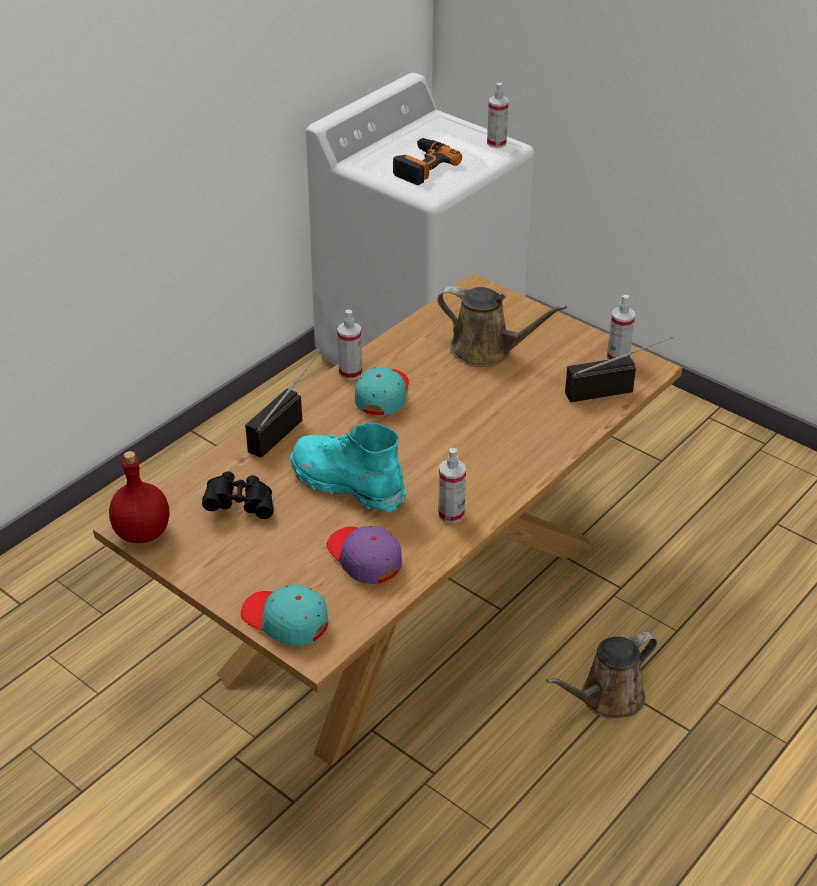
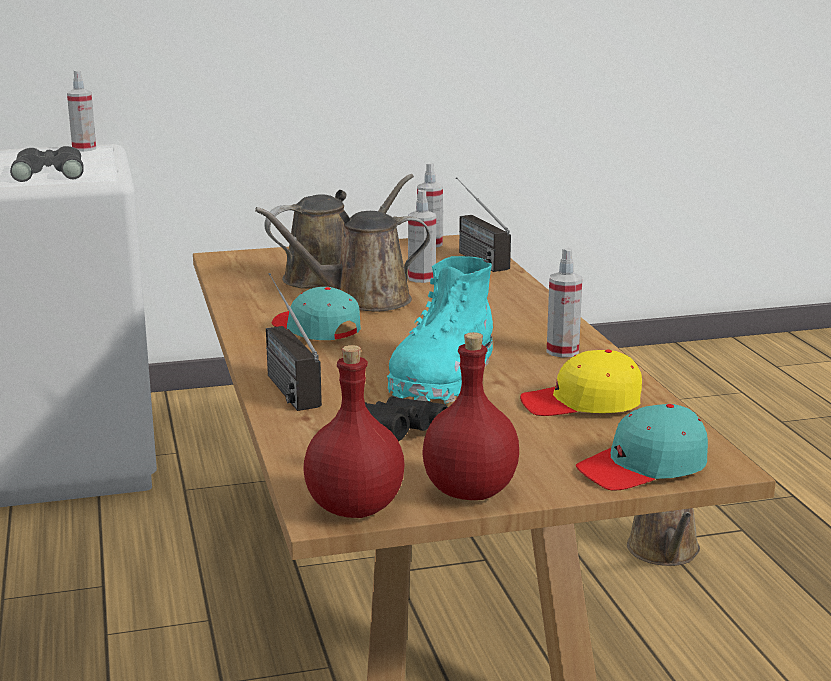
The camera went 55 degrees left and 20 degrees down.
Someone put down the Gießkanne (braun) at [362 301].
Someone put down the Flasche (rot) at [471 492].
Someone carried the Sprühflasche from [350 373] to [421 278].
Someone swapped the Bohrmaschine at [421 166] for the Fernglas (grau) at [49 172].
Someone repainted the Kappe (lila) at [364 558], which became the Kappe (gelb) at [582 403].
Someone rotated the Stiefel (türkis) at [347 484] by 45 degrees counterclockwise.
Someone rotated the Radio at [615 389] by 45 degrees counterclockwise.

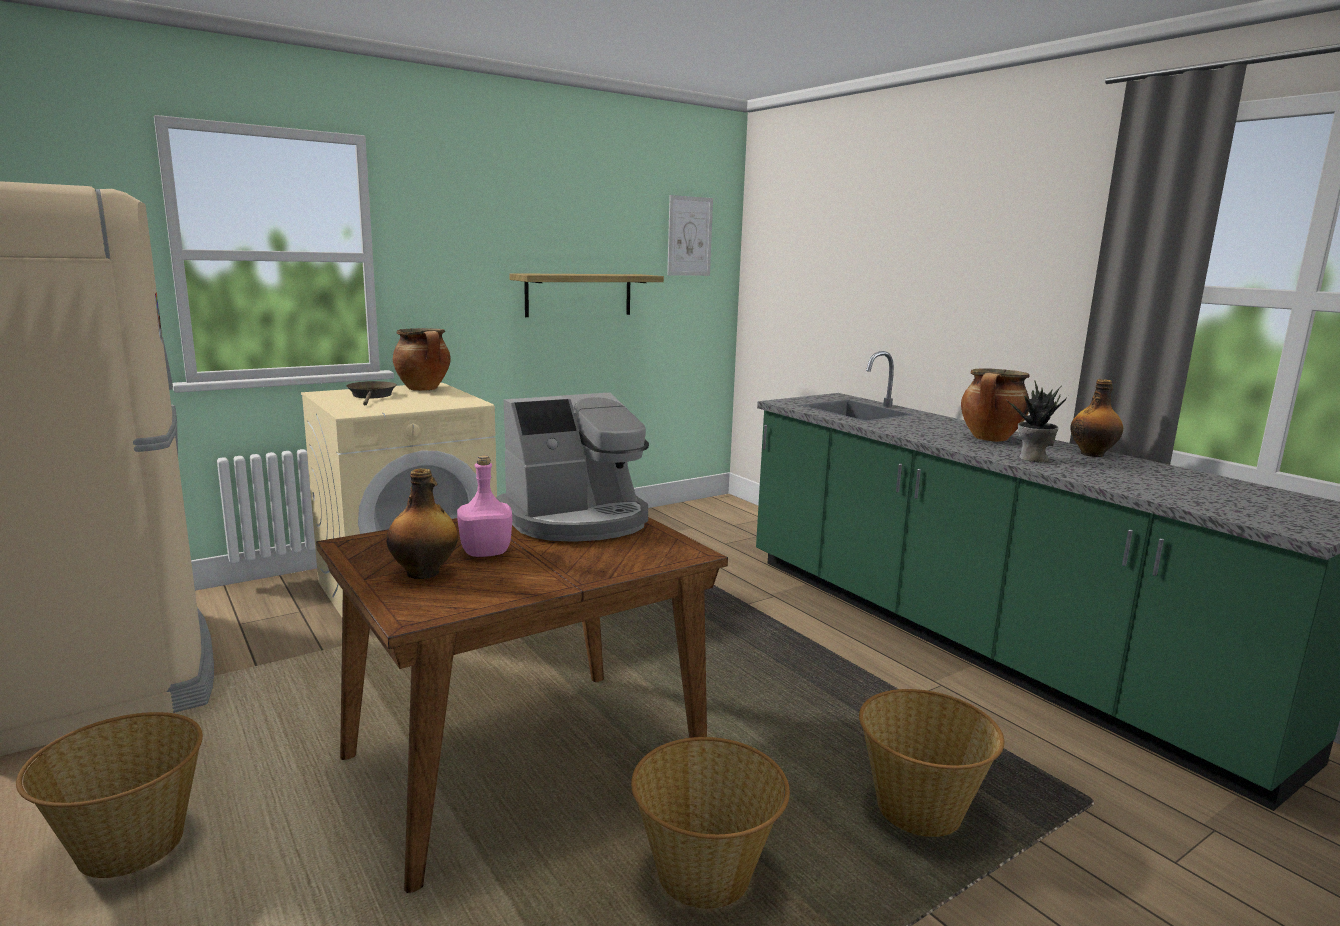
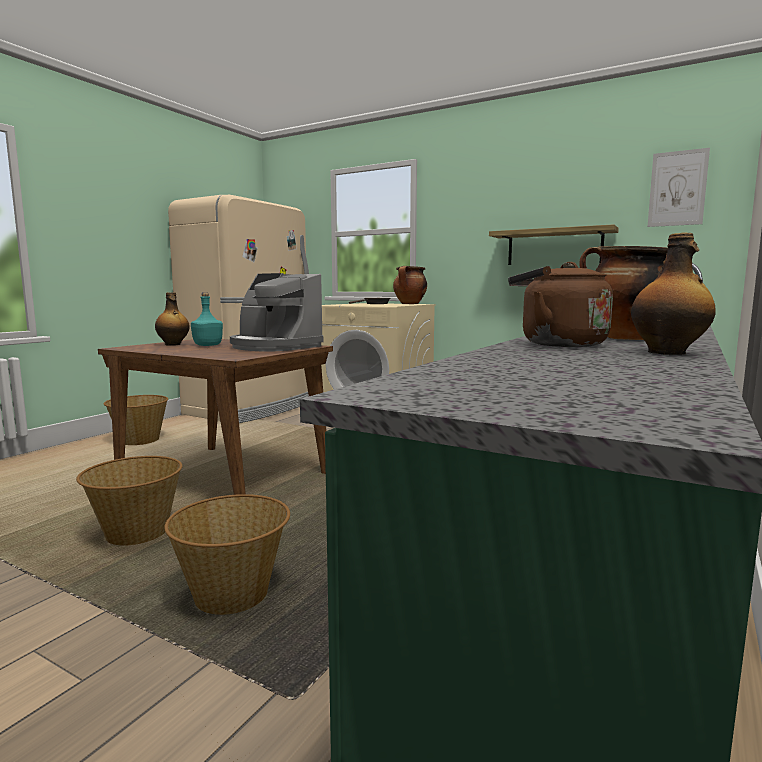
The camera went 65 degrees right and 5 degrees down.
Someone swapped the Topfpflanze at [1032 459] for the Wasserkessel (braun) at [557 344].
Someone repainted the Flasche (rosa) at [486 552], which became the Flasche (türkis) at [207 345].

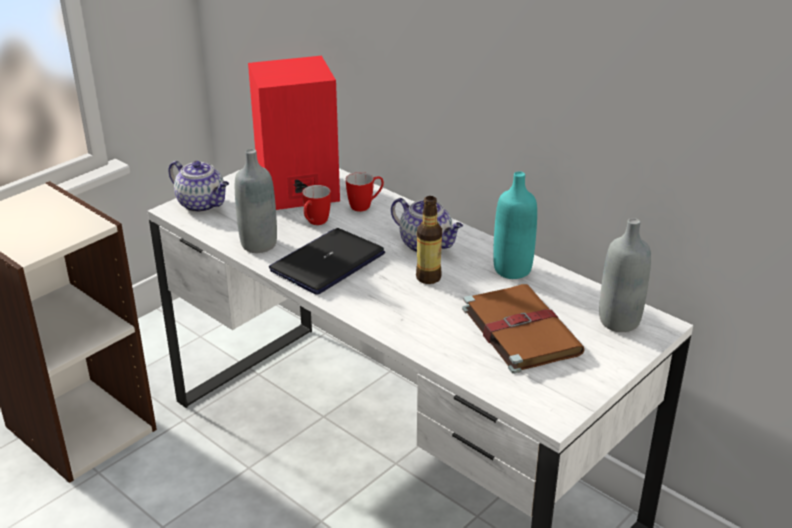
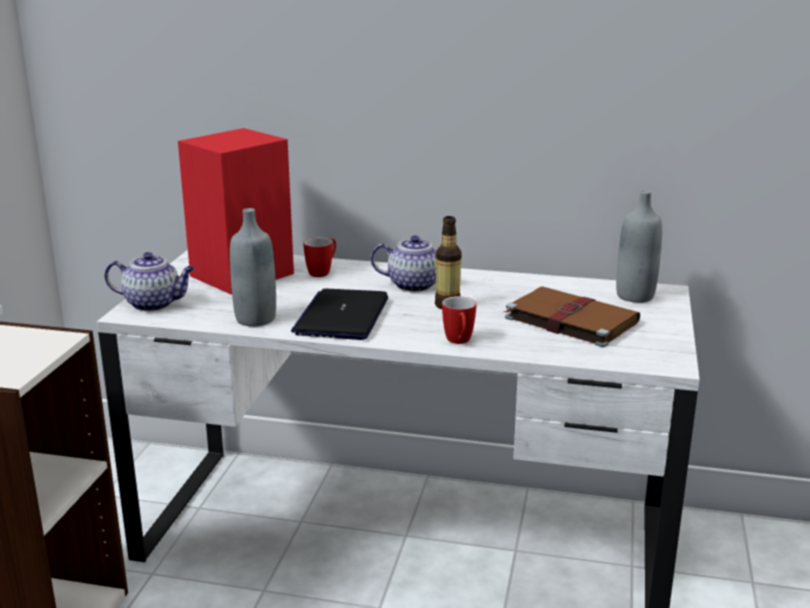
The camera went 30 degrees left and 10 degrees down.
Someone took away the Flasche (türkis) at [512 269].
Someone carried the Henkelbecher from [315 223] to [459 342].

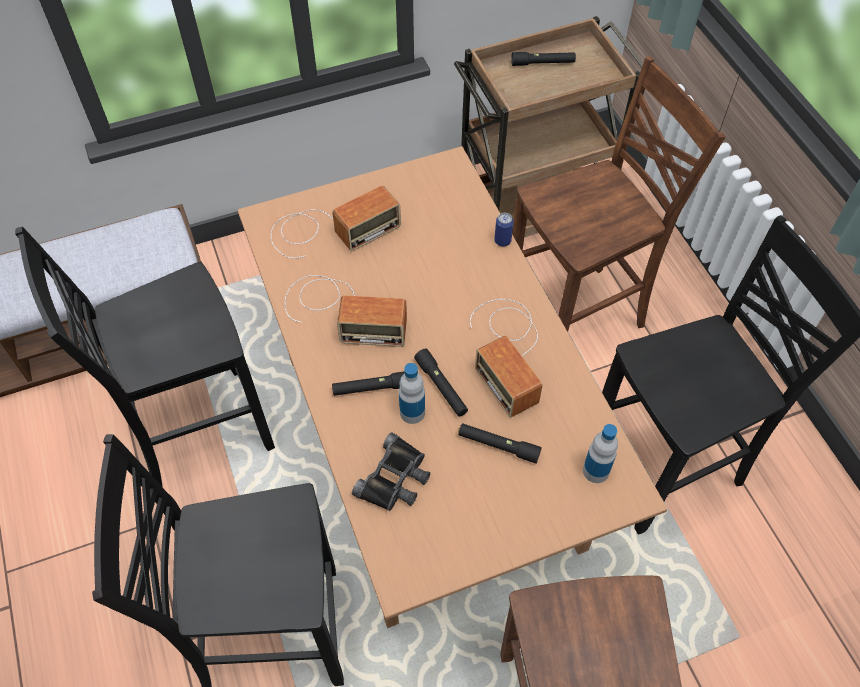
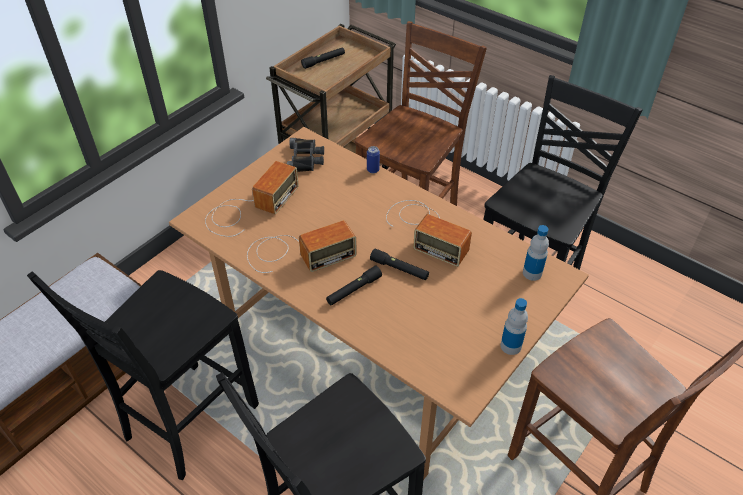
The camera went 30 degrees left and 10 degrees down.
Someone took away the Taschenlampe (schwarz) at [498 446].
Someone carried the Fernglas (schwarz) from [395 479] to [305 159].
Someone carried the Flasche from [412 412] to [510 346].

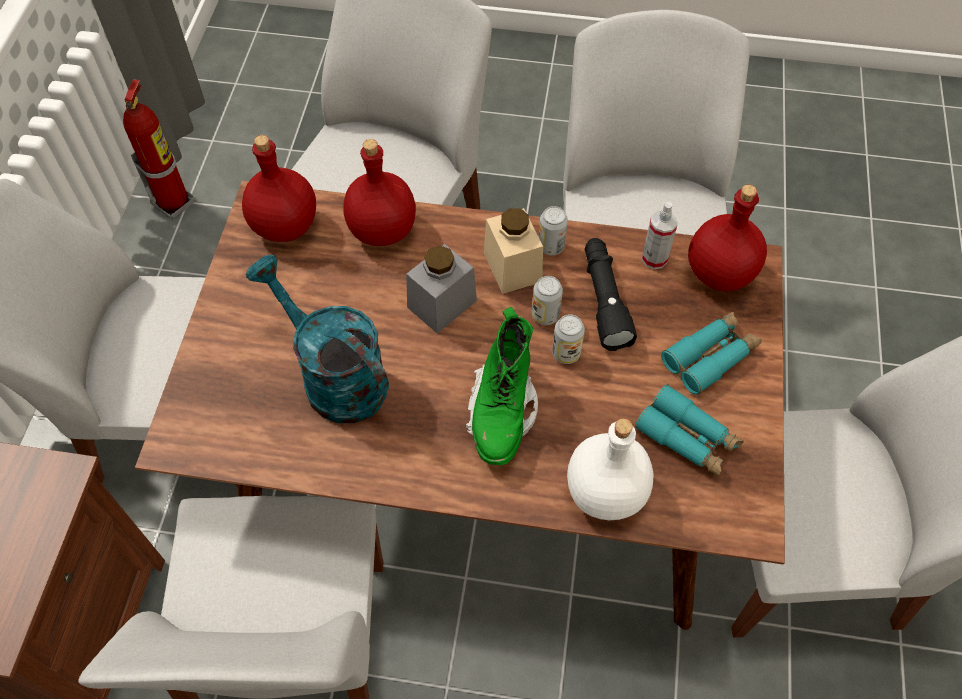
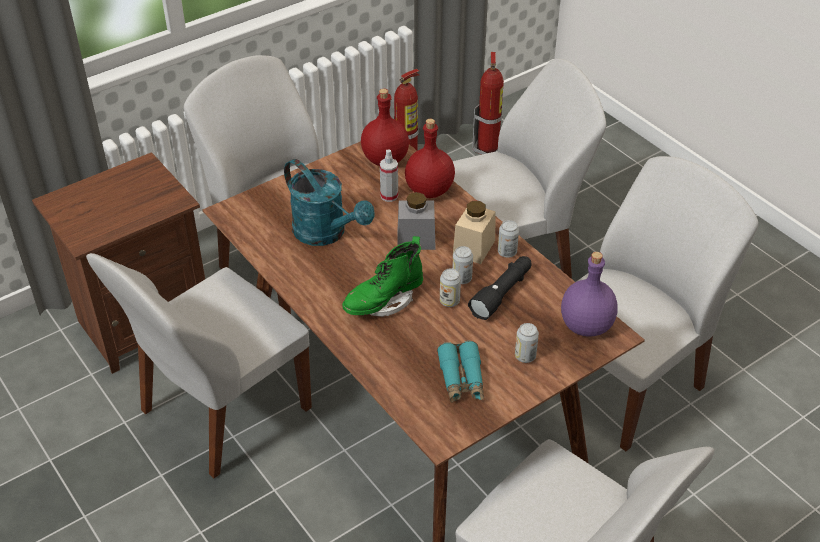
The camera went 45 degrees right and 15 degrees down.
Someone took away the Flasche (weiß) at [606 491].
Someone put down the Feuerlöscher at [488 149].
Someone carried the Sprühflasche from [654 258] to [389 196].
Someone swapped the Fernglas (türkis) at [710 357] for the Dose at [525 356].
Someone repainted the Flasche (rot) at [718 274], which became the Flasche (lila) at [585 325].
Someone rotated the Gießkanne (türkis) at [334 376] by 135 degrees clockwise.

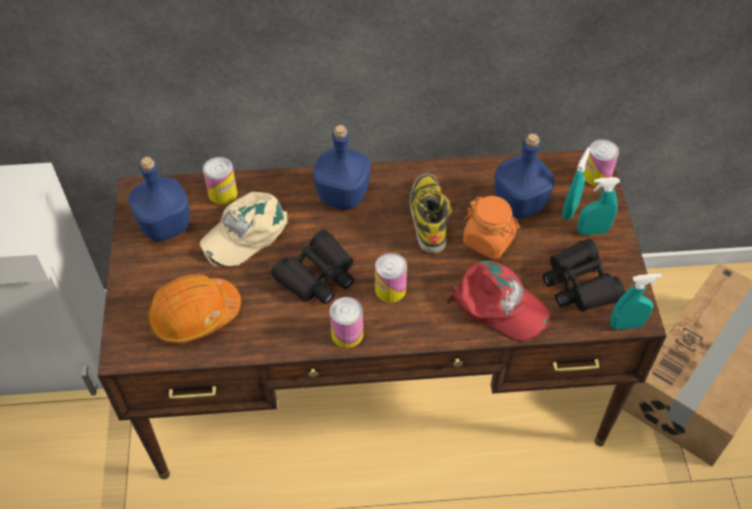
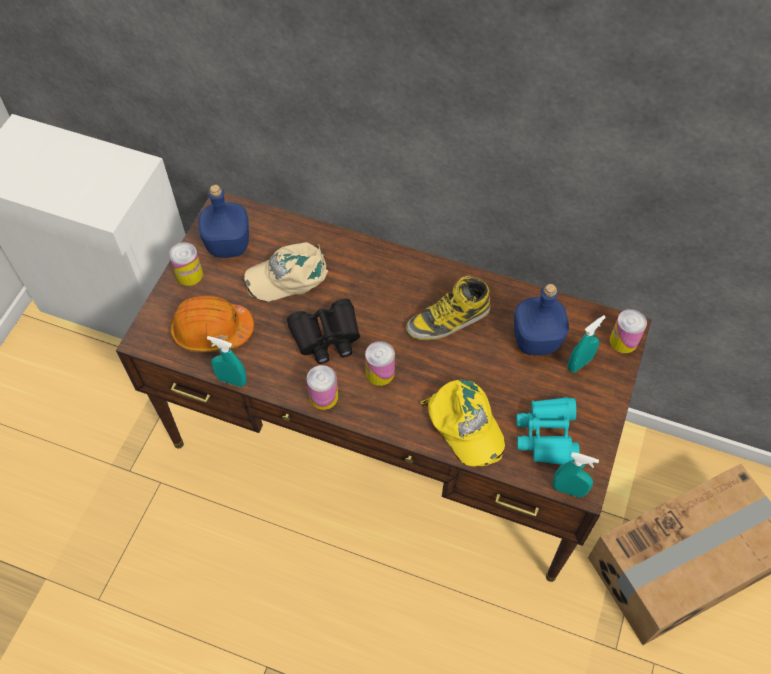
The camera went 25 degrees right and 5 degrees up.
Someone took away the Flasche (blau) at [344 196].
Someone took away the Vorratsglas (orange) at [488 240].
Someone carried the Dose from [222 193] to [189 274].
Someone carried the Sprühflasche (türkis) from [592 231] to [232 380].
Someone repainted the Kappe (rot) at [499 305], which became the Kappe (gelb) at [464 425].
Someone repainted the Fernglas (schwarz) at [579 284], which became the Fernglas (türkis) at [547 435].
Someone rotated the Stiefel at [428 216] by 135 degrees counterclockwise.

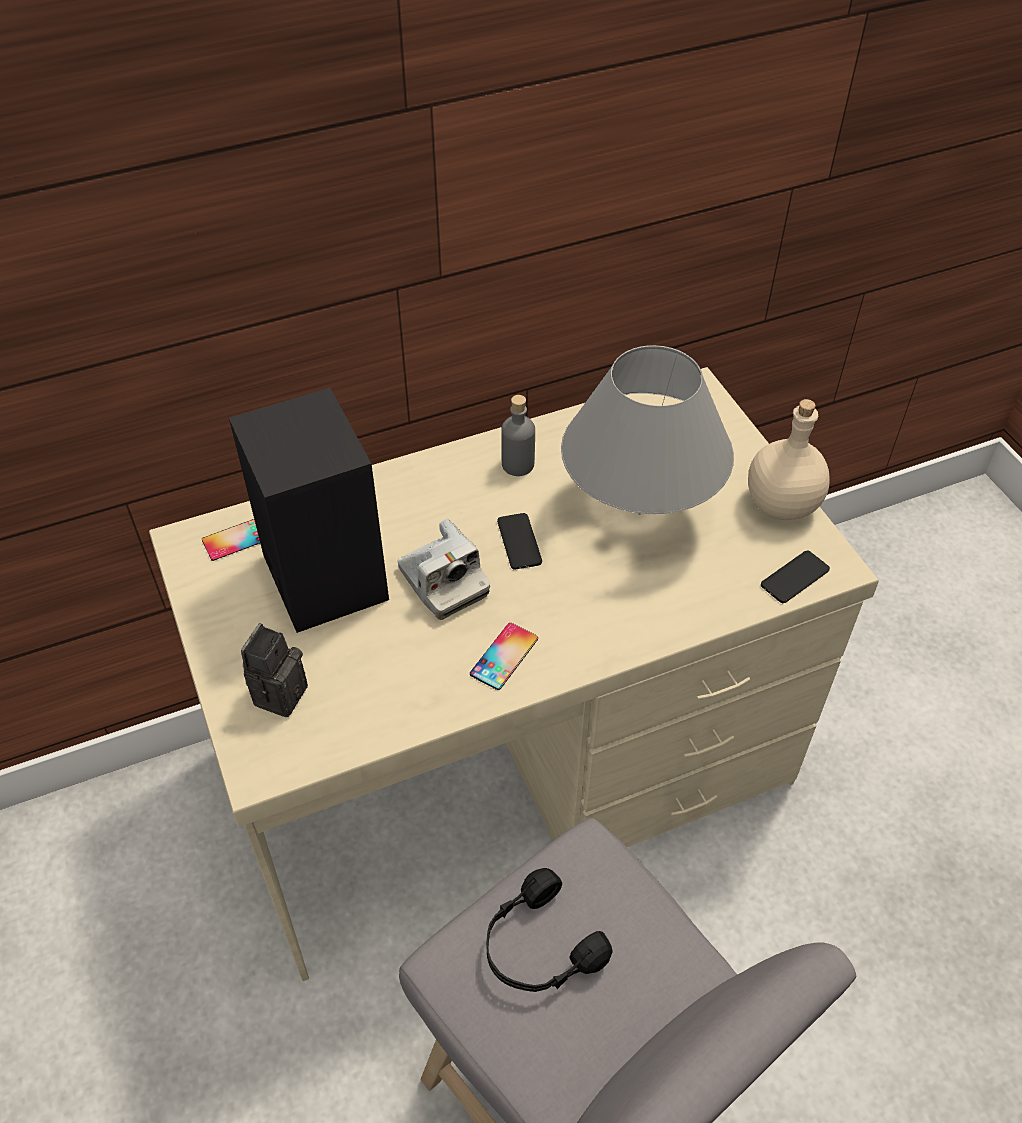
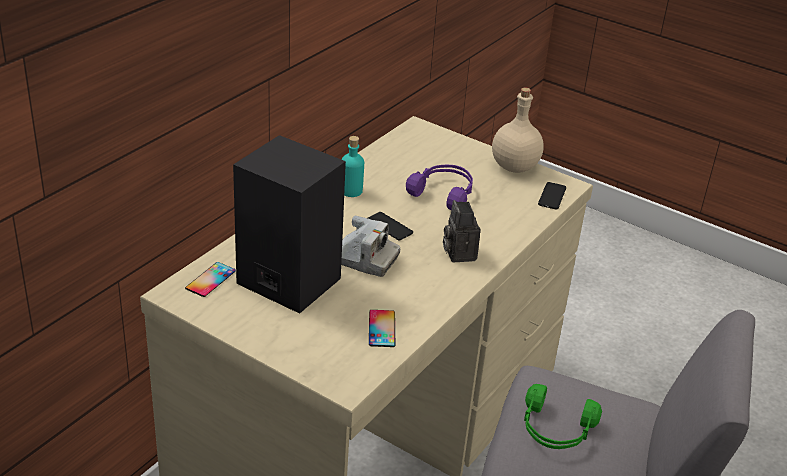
The camera went 35 degrees left and 15 degrees down.
Someone carried the Kamera from [279 692] to [458 253].
Someone carried the Handy from [504 656] to [382 328].
Someone swapped the Tischlampe (grau) at [639 514] for the Kopfhörer (lila) at [443 193].
Someone repainted the Kopfhörer (schwarz) at [538 947], which became the Kopfhörer (grün) at [555 430].
Someone repainted the Flasche (grau) at [518 464], which became the Flasche (türkis) at [351 191].

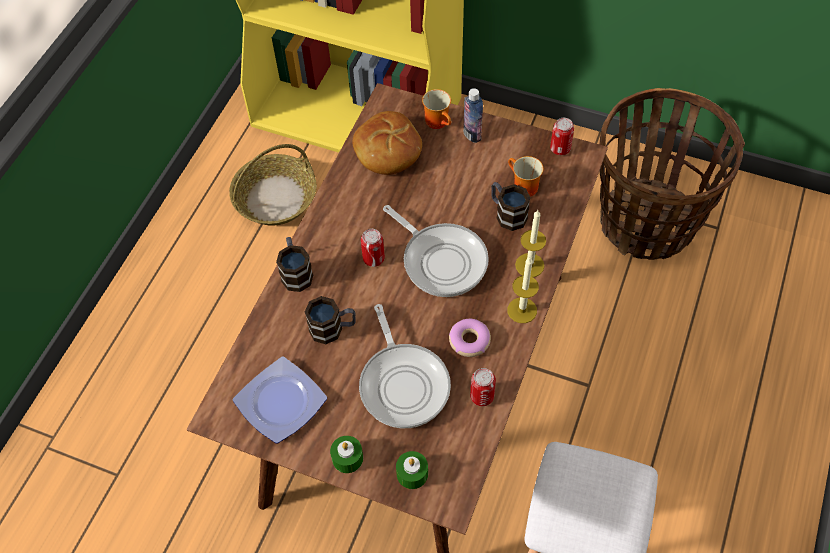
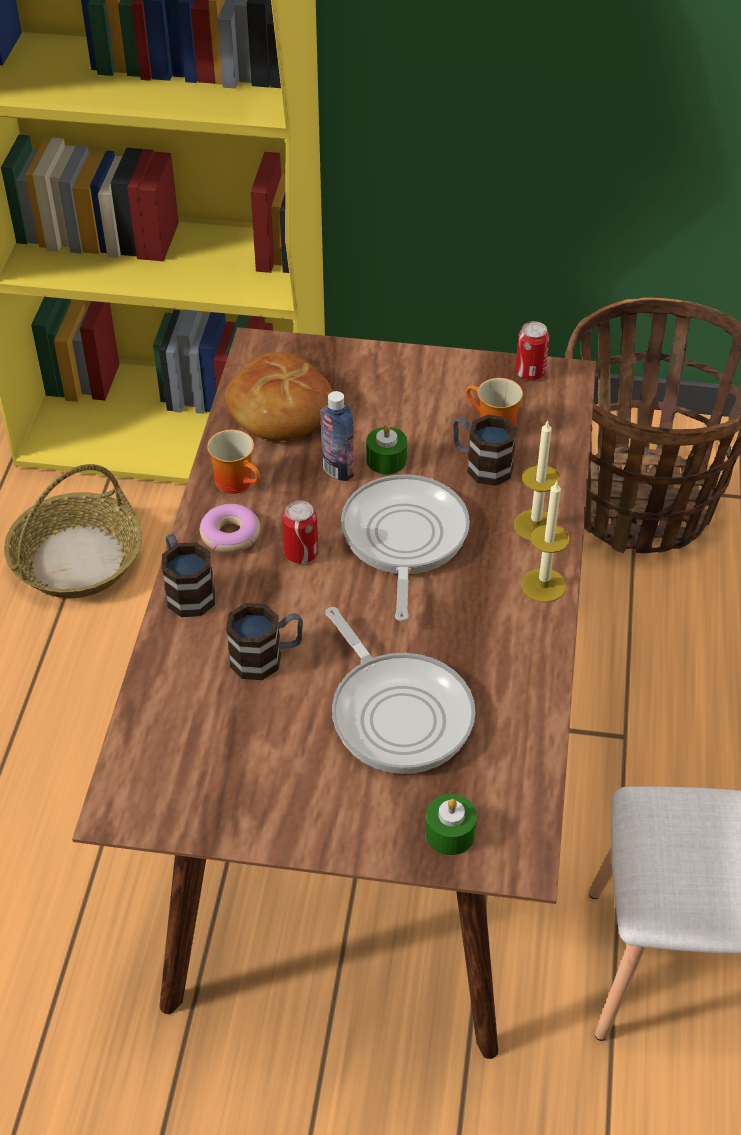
The camera went 15 degrees left and 10 degrees down.
Someone took away the Teller at [281 400].
Someone took away the Dose at [482 396].
Someone carried the Kerze (grün) from [347 458] to [386 460].
Someone carried the Henkelbecher from [439 121] to [239 482].
Someone carried the Donut from [469 341] to [230 535].
Someone carried the Flasche from [472 134] to [337 470].
Someone rotated the Pfanne at [441 260] by 120 degrees counterclockwise.

